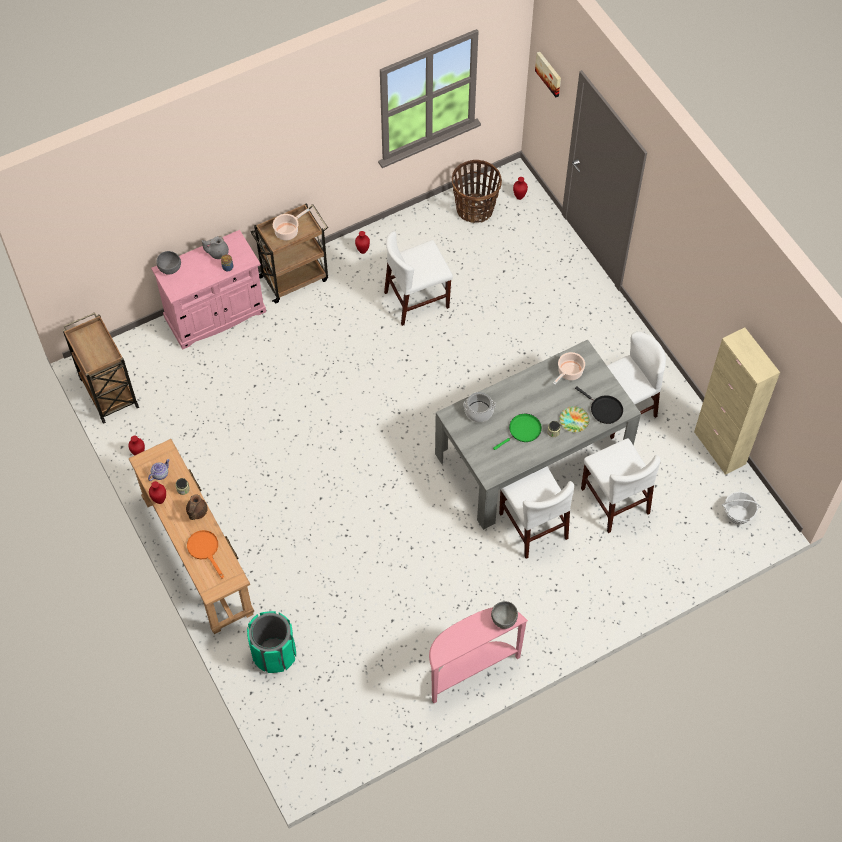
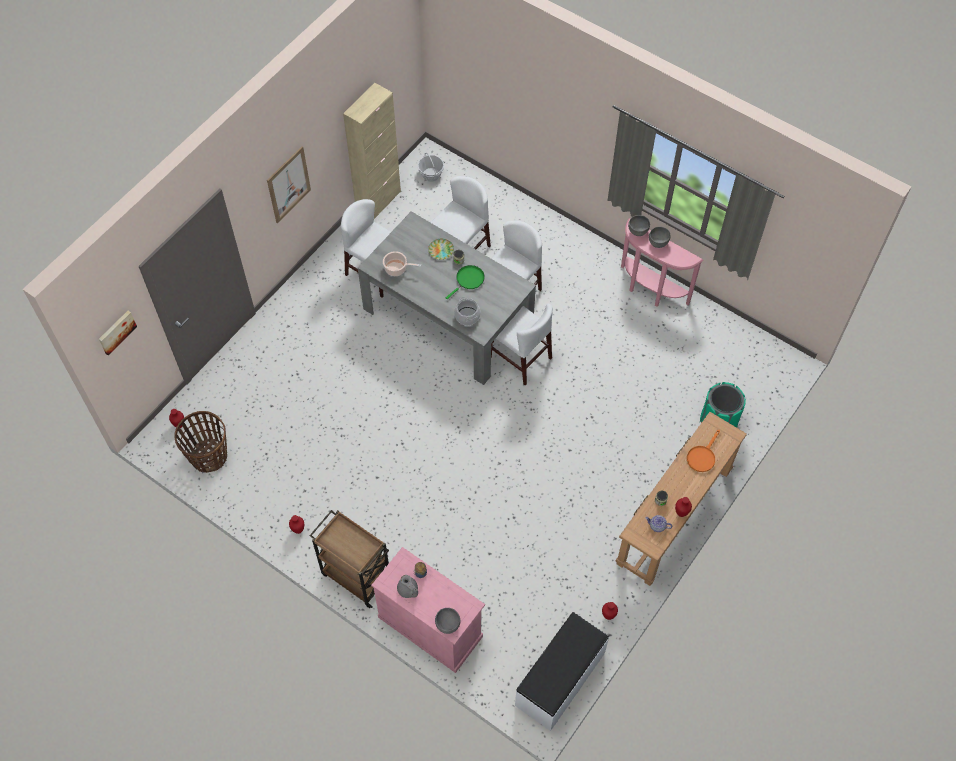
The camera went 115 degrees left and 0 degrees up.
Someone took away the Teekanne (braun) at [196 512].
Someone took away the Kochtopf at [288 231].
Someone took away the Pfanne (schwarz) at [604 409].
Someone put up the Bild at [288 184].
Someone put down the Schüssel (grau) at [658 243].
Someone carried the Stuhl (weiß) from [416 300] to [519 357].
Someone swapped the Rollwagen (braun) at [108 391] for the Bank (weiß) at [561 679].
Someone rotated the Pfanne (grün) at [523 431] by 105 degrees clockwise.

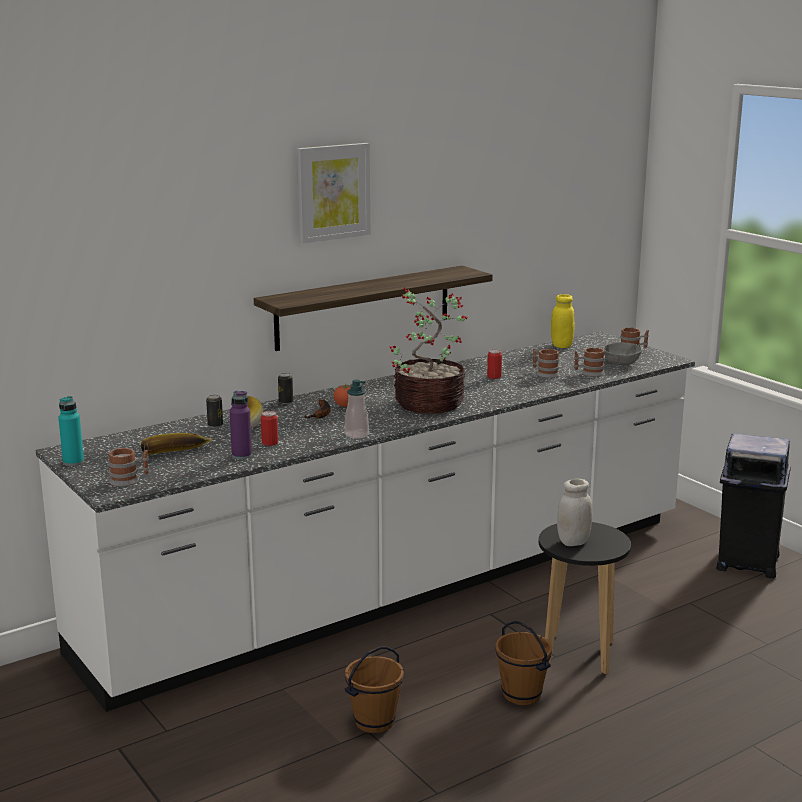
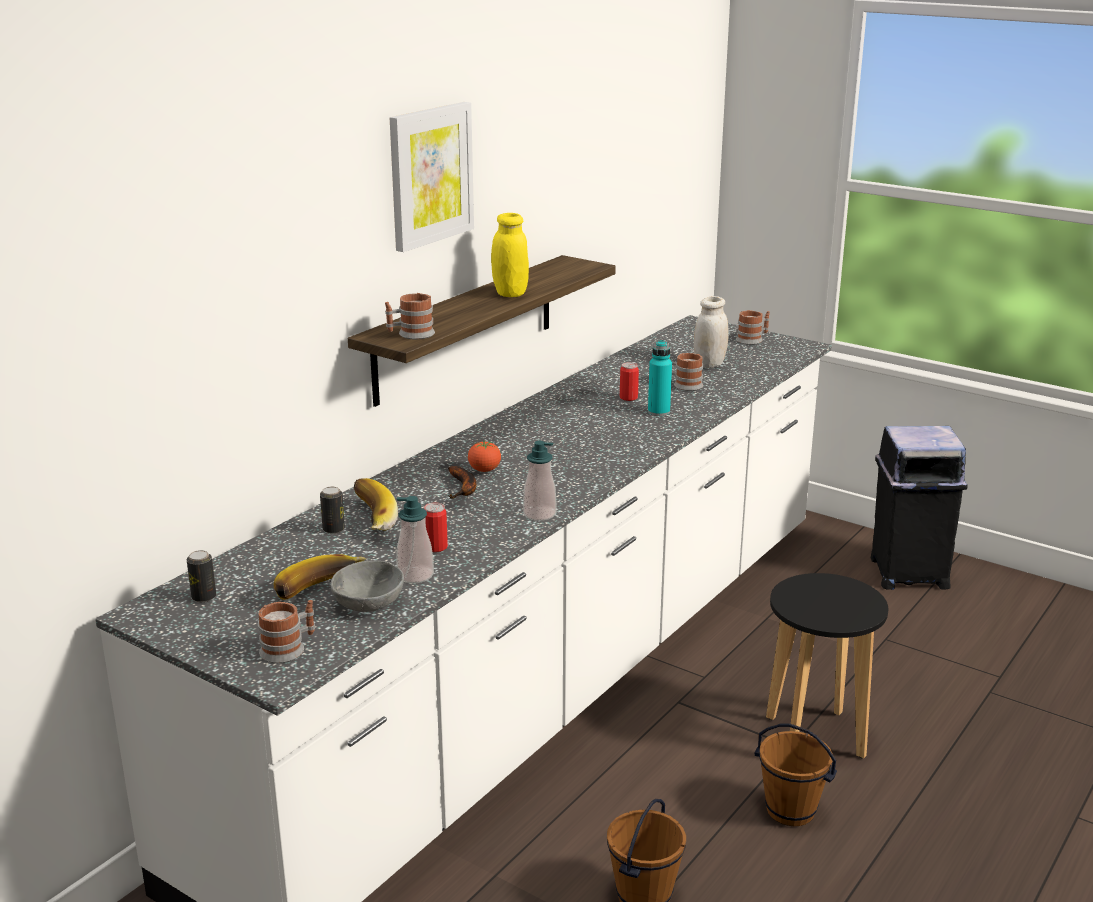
The camera went 20 degrees left and 5 degrees up.
Someone took away the Topfpflanze at [427 404].
Someone carried the Flasche (türkis) from [73 462] to [658 412].
Someone carried the Dose from [286 402] to [204 597].
Someone carried the Vorratsglas (gelb) from [561 345] to [510 293].
Someone carried the Vorratsglas (weiß) from [573 542] to [709 364].
Someone carried the Henkelbecher from [588 373] to [410 334].
Someone carried the Schüssel (grau) from [621 363] to [369 605].
Someone swapped the Flasche (lila) at [241 455] for the Seifenspender at [415 575].

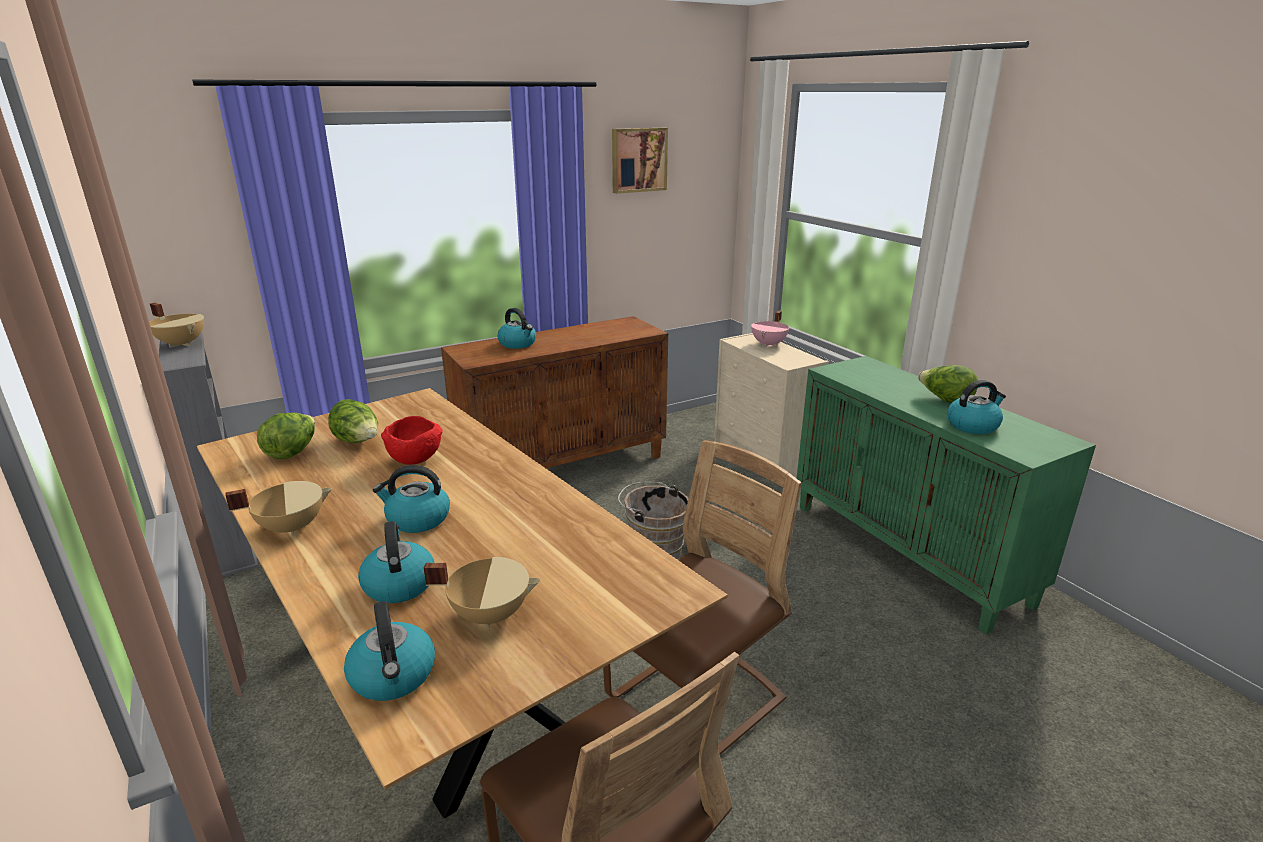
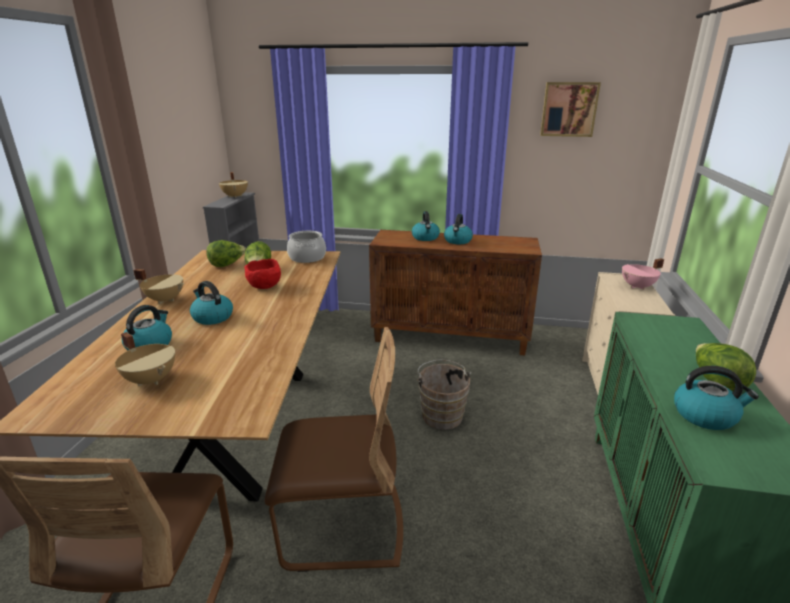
The camera went 40 degrees right and 0 degrees up.
Someone put down the Kochtopf at [307 257].
Someone carried the Wasserkessel from [393 676] to [458 241].

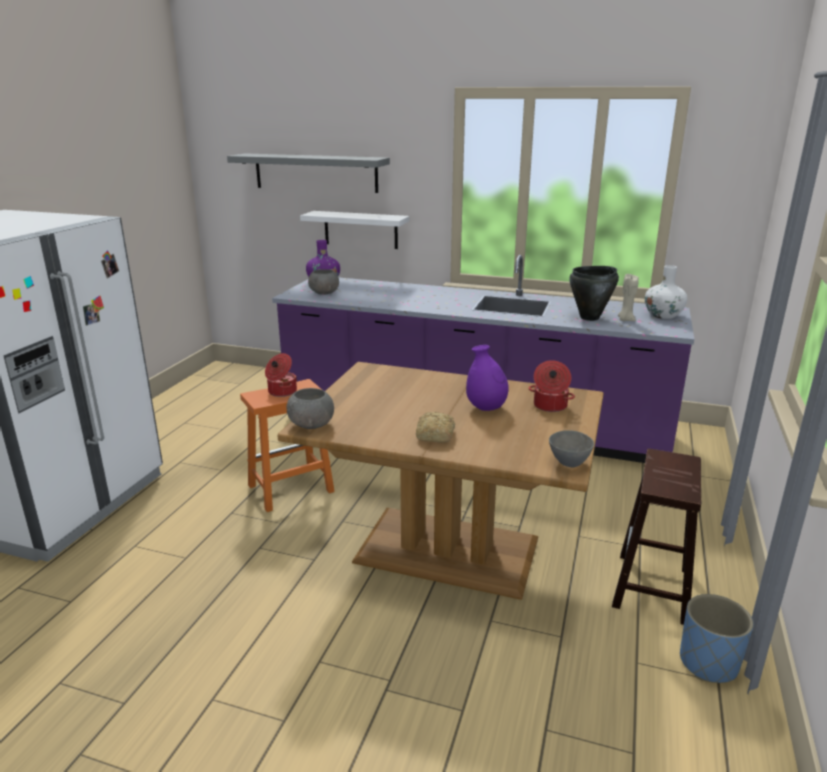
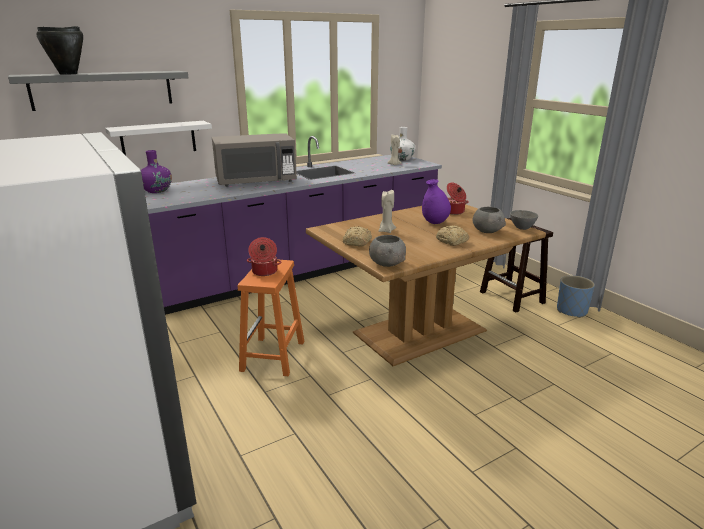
The camera went 50 degrees left and 0 degrees up.
Someone put down the Mikrowelle (grau) at [256 182].
Someone put down the Brot at [356 243].
Someone put down the Kerze (beige) at [386 231].
Someone carried the Schüssel (grau) from [324 293] to [487 231].
Someone carried the Kochtopf (schwarz) from [590 318] to [69 74].

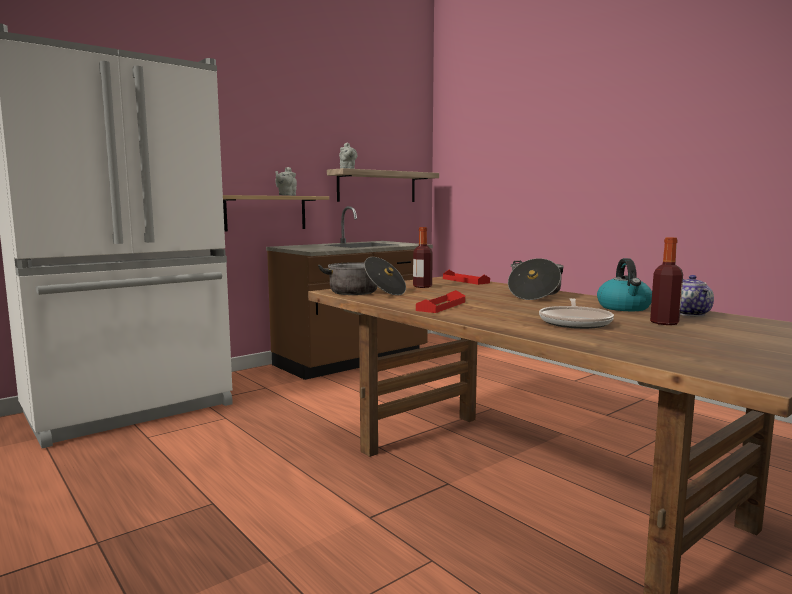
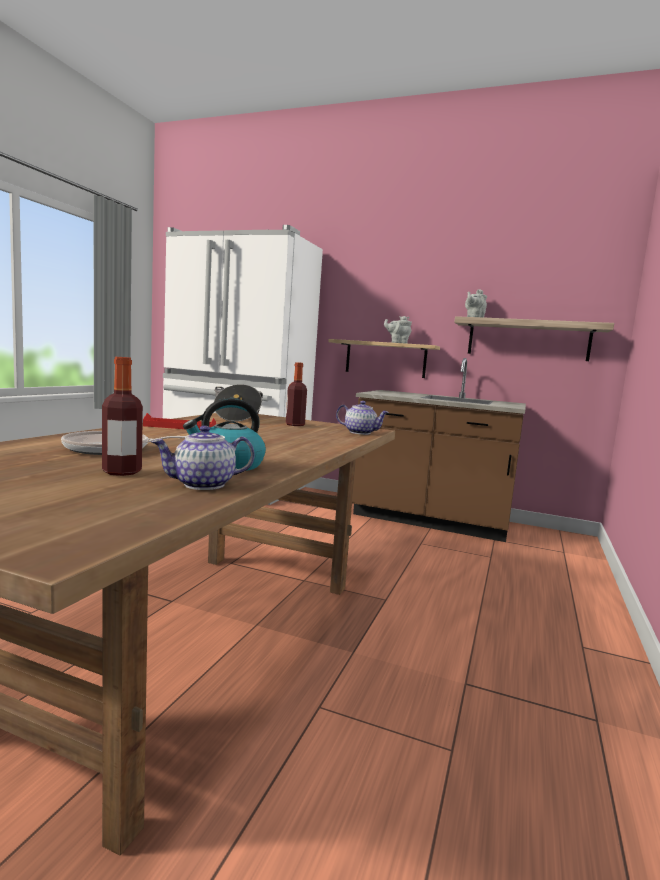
The camera went 60 degrees right and 0 degrees up.
Someone took away the Kochtopf at [534 294].
Someone swapped the Tablett (rot) at [465 281] for the Teekanne at [360 432].

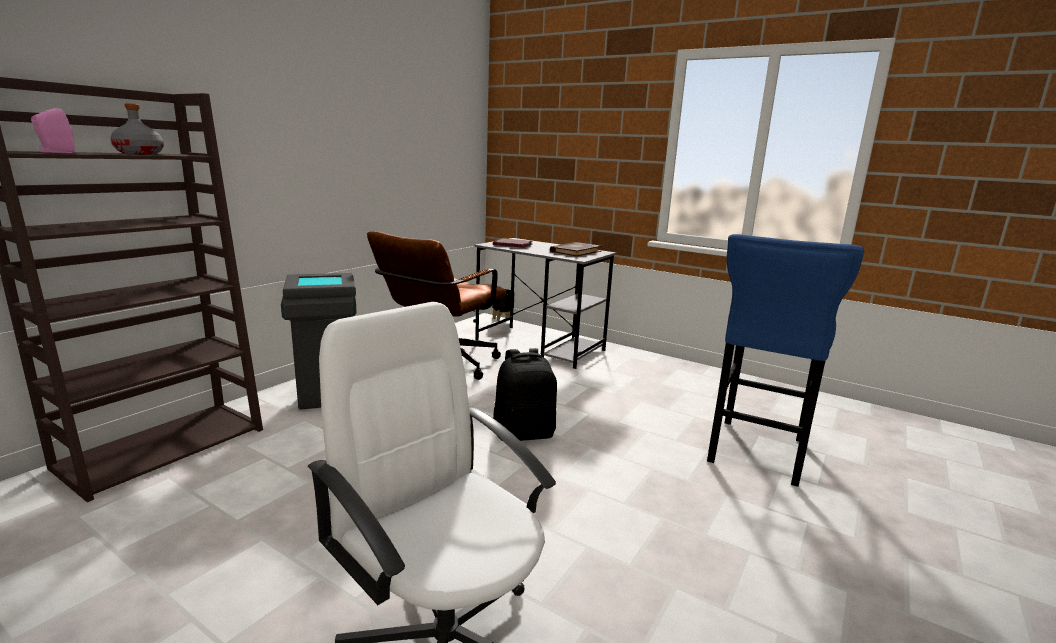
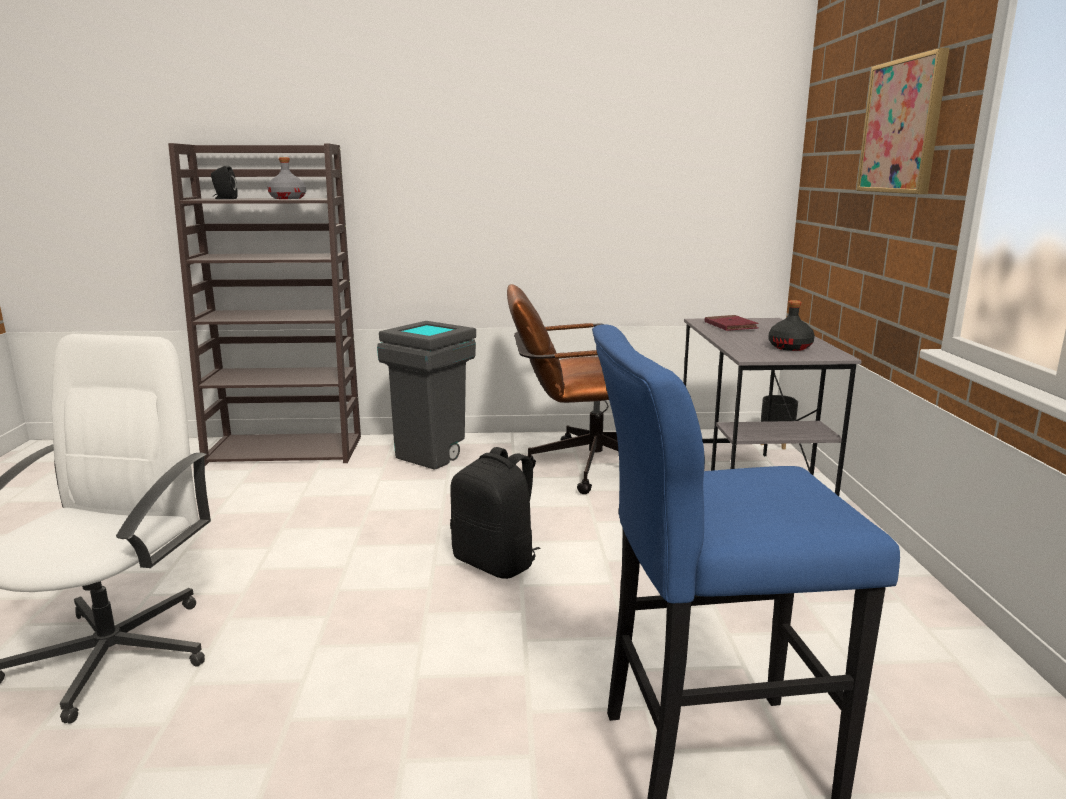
The camera went 55 degrees right and 0 degrees up.
Someone put up the Bild at [902 126].
Someone swapped the Buch at [575 251] for the Flasche (schwarz) at [790 347].
Someone repainted the Lautsprecher (rosa) at [55 152], which became the Lautsprecher (schwarz) at [224 199].

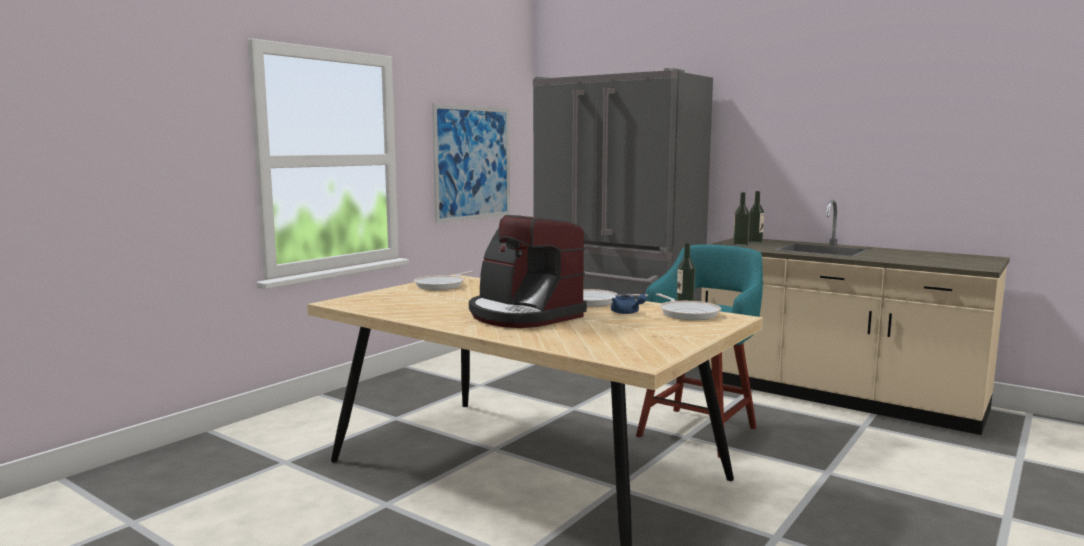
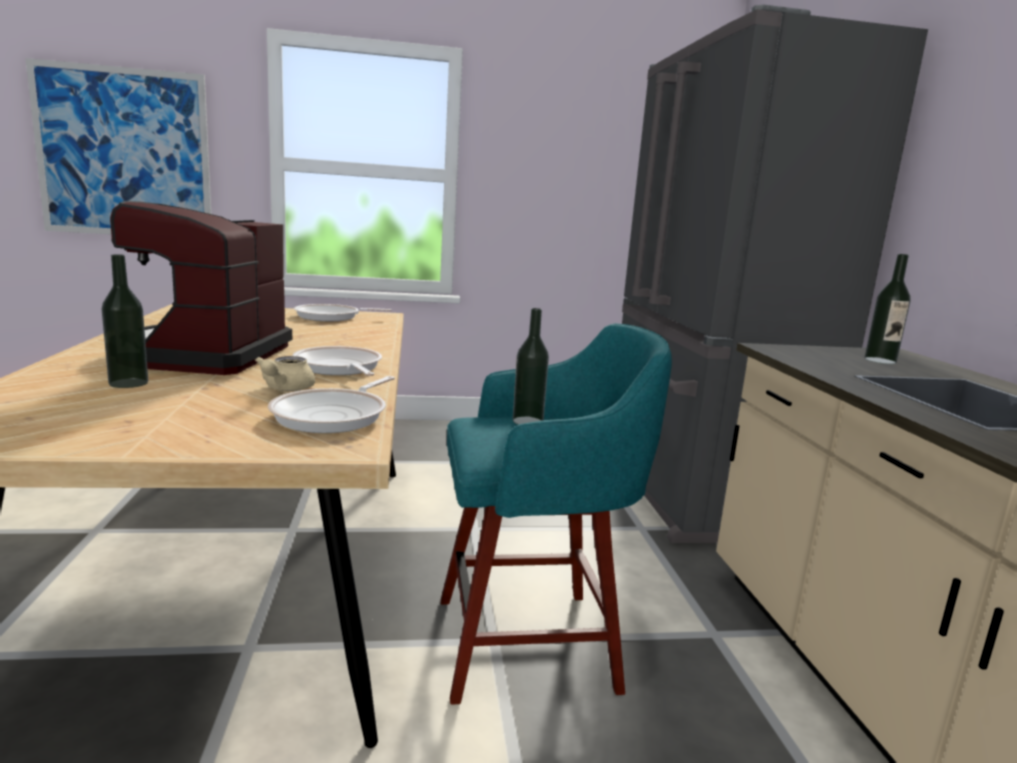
The camera went 45 degrees right and 5 degrees up.
Someone carried the Bild from [473 163] to [124 153].
Someone carried the Flasche from [740 245] to [128 383].
Someone repainted the Teekanne (blau) at [627 313], which became the Teekanne (beige) at [285 389].

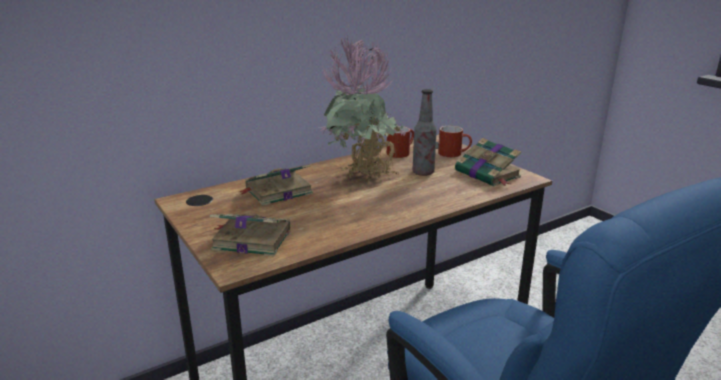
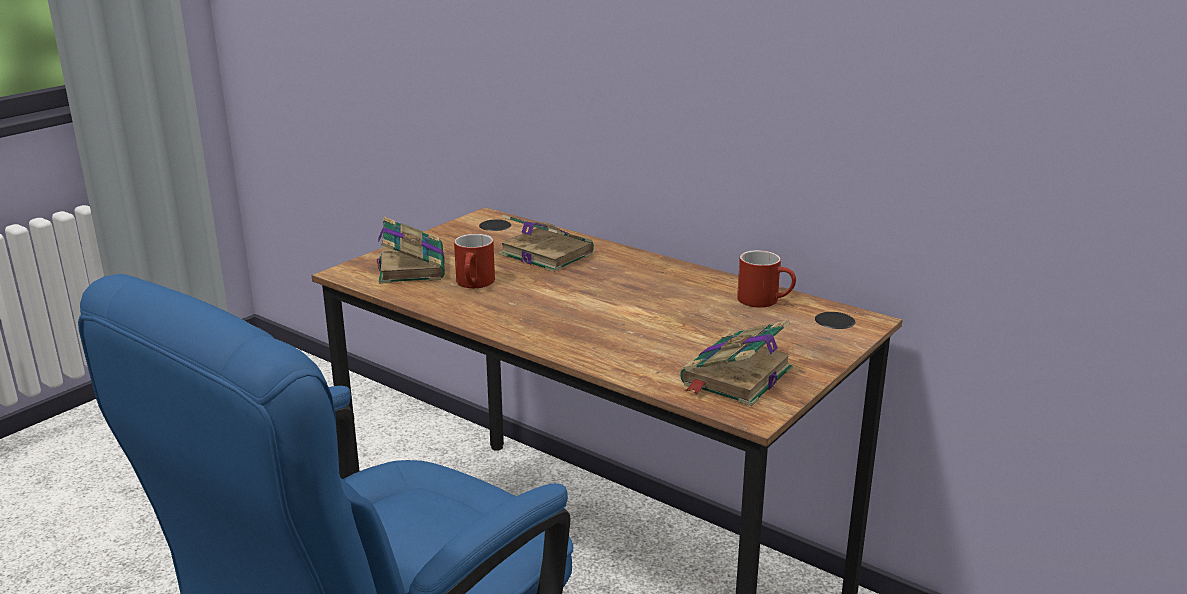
The camera went 70 degrees right and 0 degrees up.
Someone took away the Topfpflanze at [364 180].
Someone took away the Flasche at [423 172].
Someone carried the Henkelbecher (rot) from [454 154] to [475 284].

